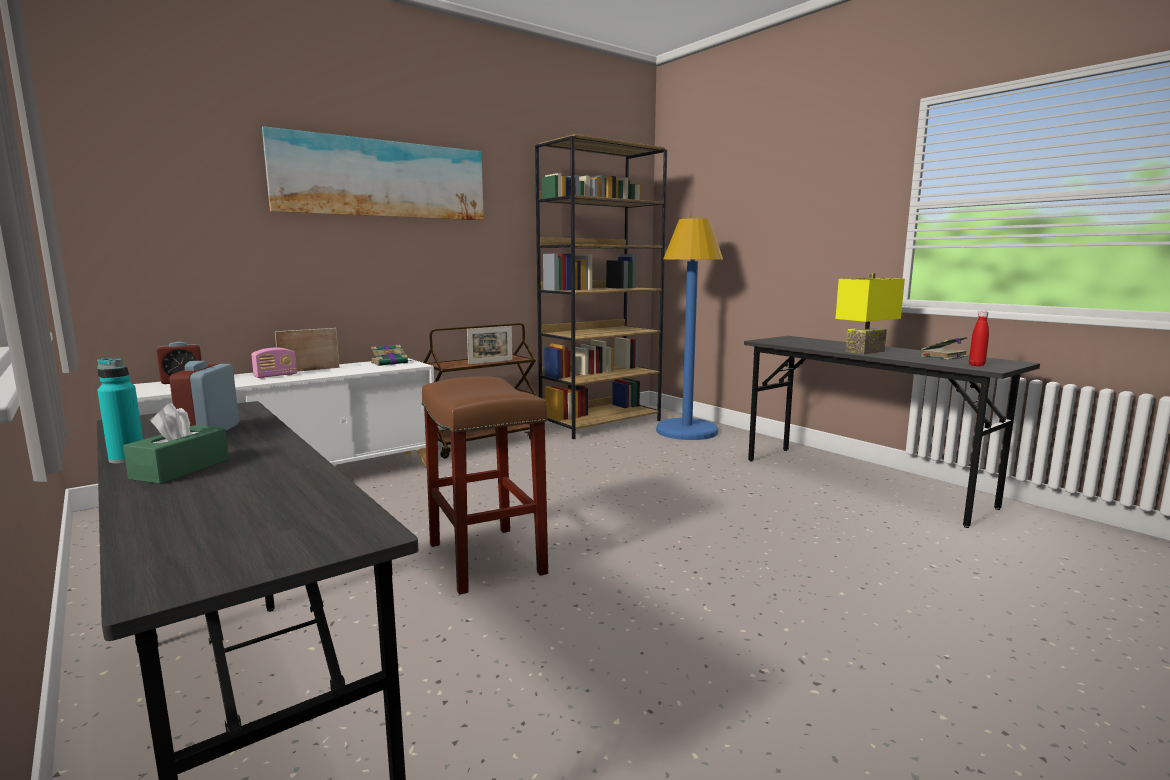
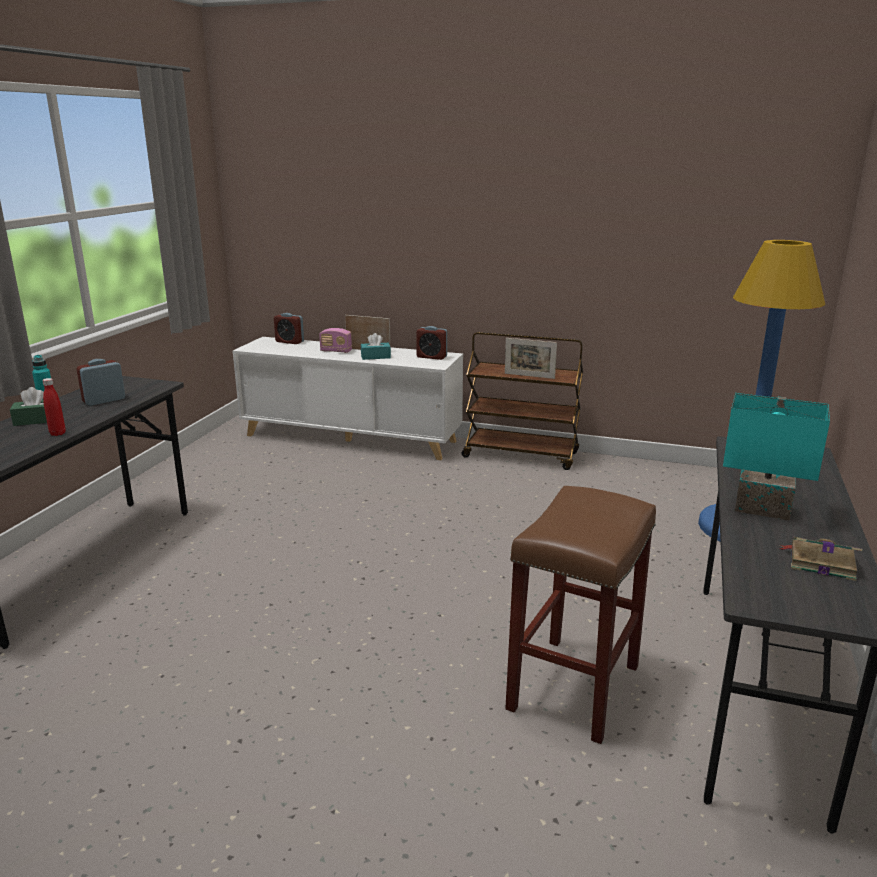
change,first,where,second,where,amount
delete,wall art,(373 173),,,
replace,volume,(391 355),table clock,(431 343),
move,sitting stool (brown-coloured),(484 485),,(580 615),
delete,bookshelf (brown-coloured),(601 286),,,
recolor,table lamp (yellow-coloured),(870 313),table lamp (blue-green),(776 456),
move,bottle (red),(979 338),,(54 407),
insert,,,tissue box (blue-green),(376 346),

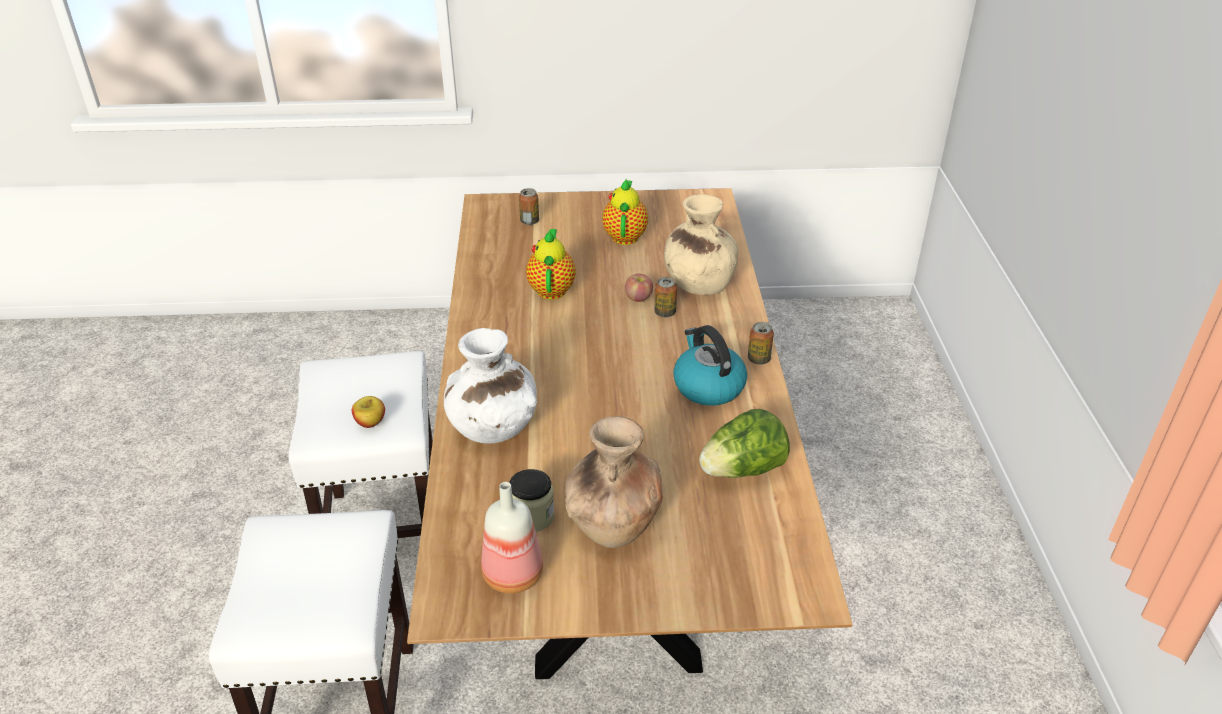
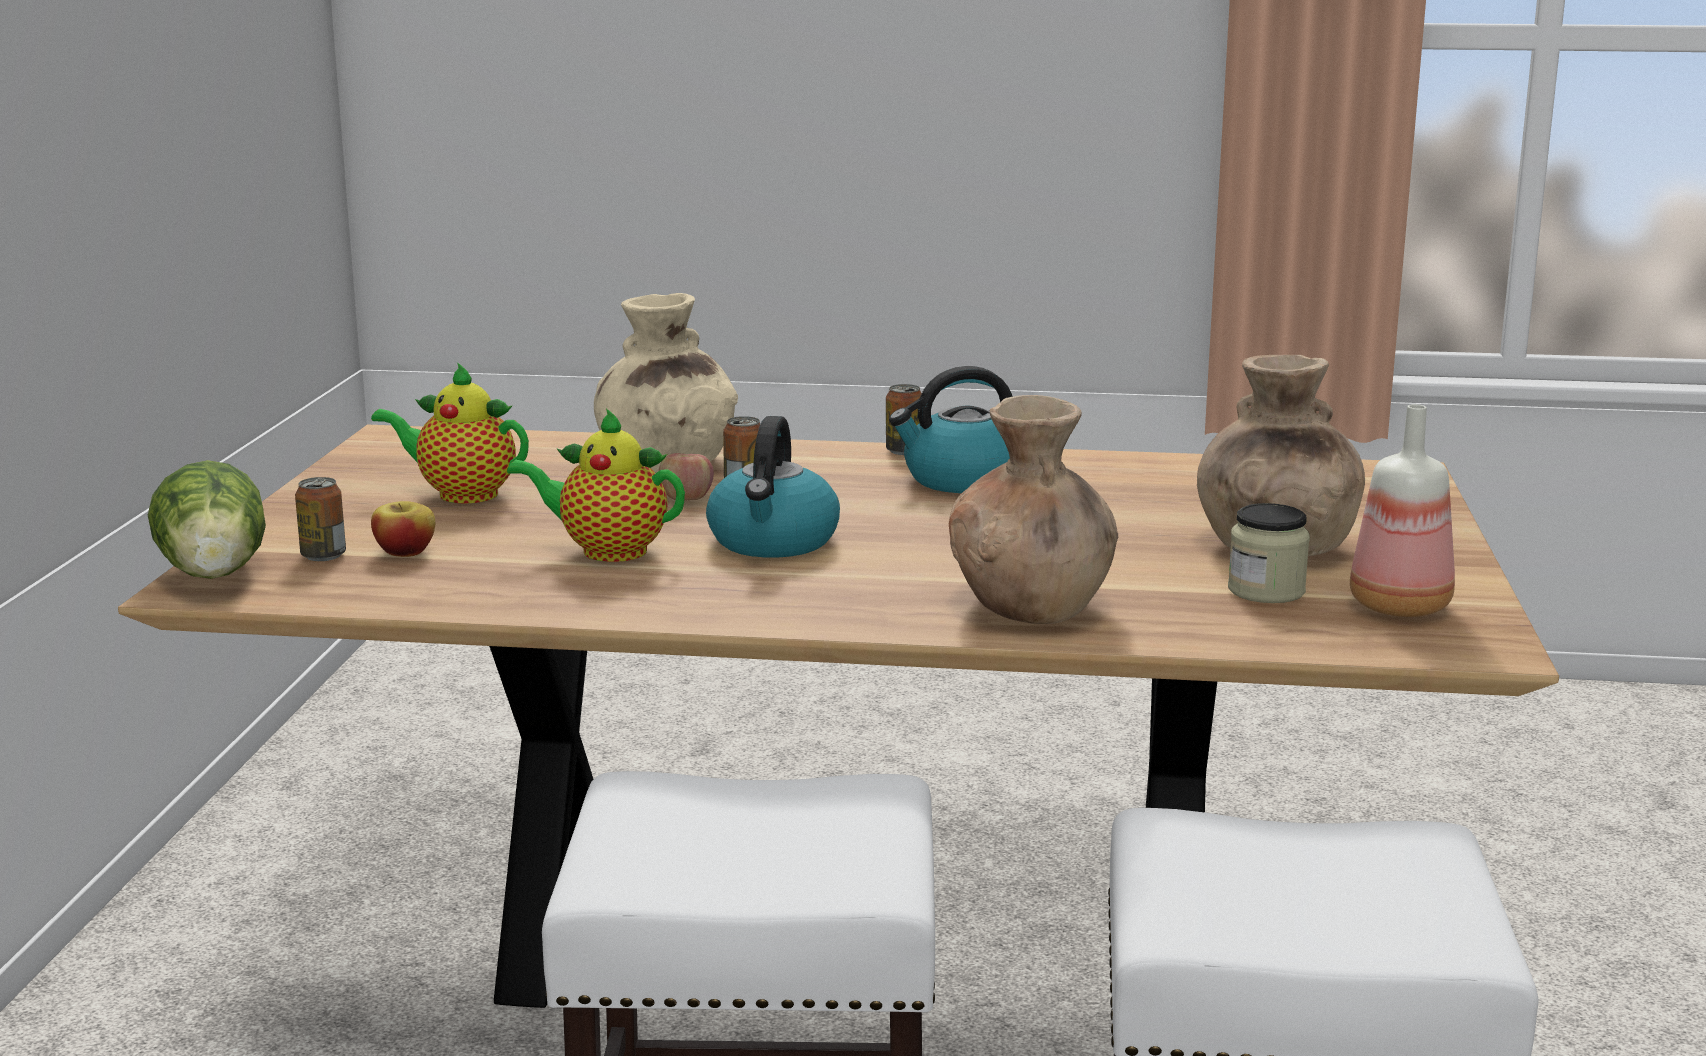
change,first,where,second,where,amount
move,whole apple,(368 412),,(403 529),
recolor,vase (white-coloured),(490 386),vase (brown-coloured),(1033 509),
move,head of lettuce,(744 443),,(207 519),
insert,,,water kettle,(773 487),

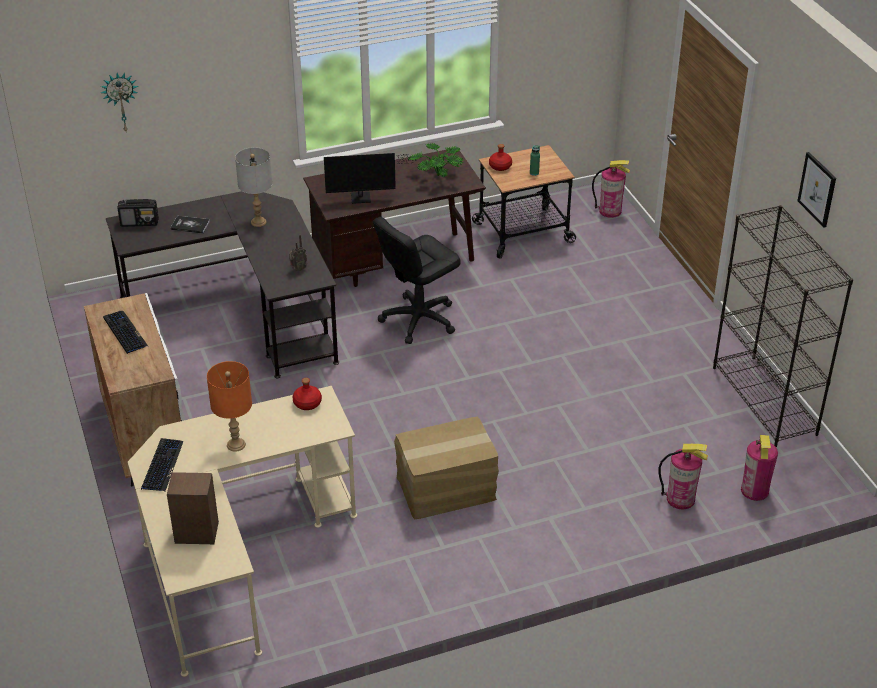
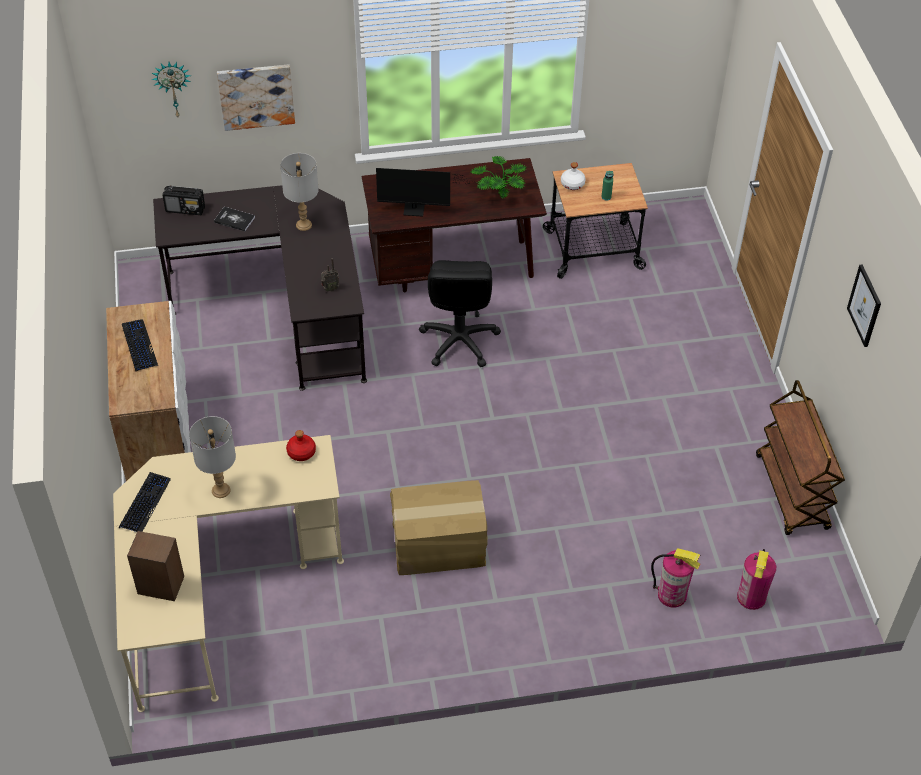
change,first,where,second,where,amount
recolor,table lamp (orangey),(229 406),table lamp (grey),(212 457),
rotate,computer chair (black-coloured),(417 280),,(460 313),60 degrees counterclockwise
recolor,bottle (red),(500 157),bottle (white-coloured),(573 176),
delete,fire-fighting cylinder,(611 189),,,
replace,bookshelf (black-coloured),(783 326),trolley (brown-coloured),(800 457),
insert,,,wall art,(256 98),

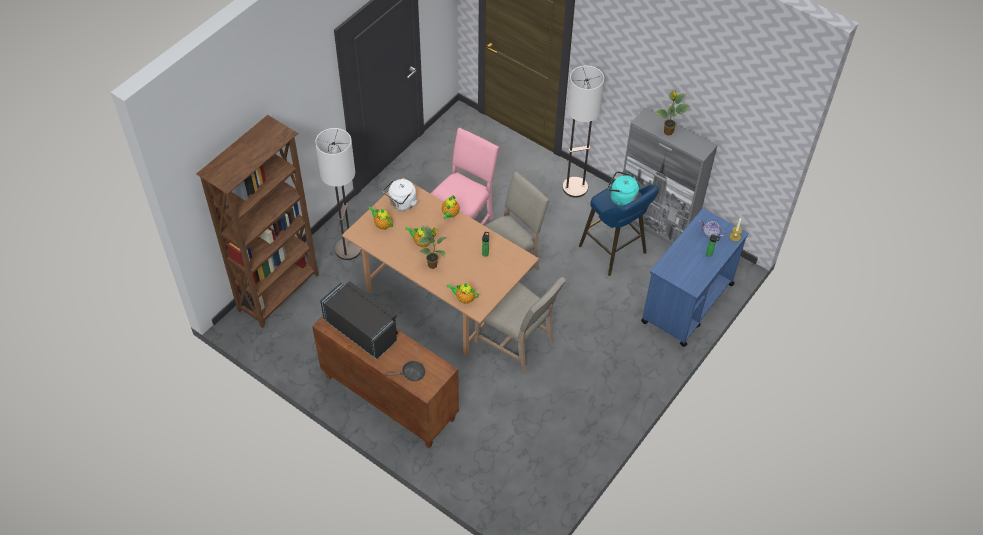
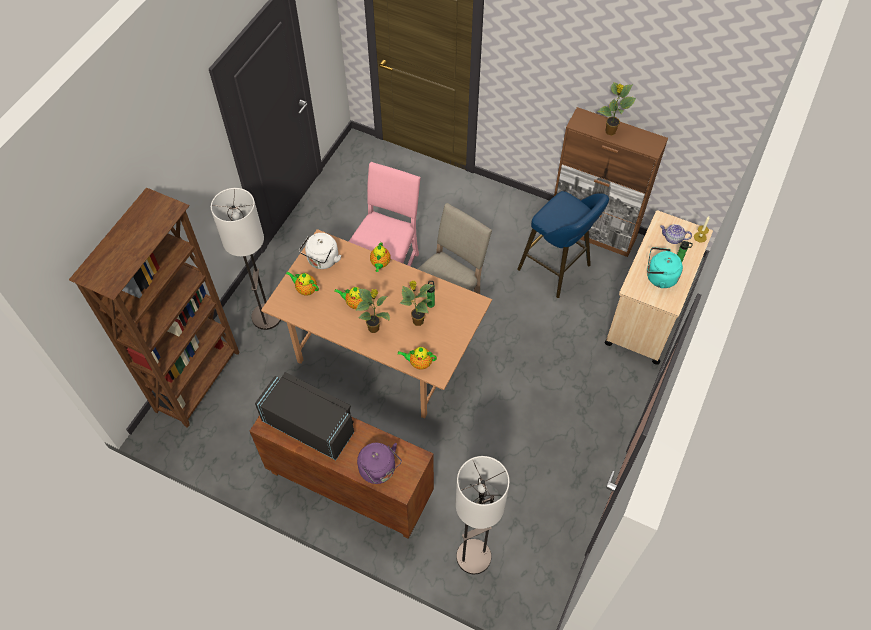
change,first,where,second,where,amount
replace,frying pan (black-coloured),(405 371),water kettle (purplish),(379 463),
delete,chair (beige-coloured),(520 324),,,
move,floor lamp,(583 131),,(483 515),
move,water kettle (blue-green),(623 188),,(665 267),
recolor,cabinet (grey),(670 176),cabinet (brown-coloured),(611 182),
recolor,trolley (bluish),(694 277),trolley (beige-coloured),(659 287),
insert,,,potted plant,(416 303),

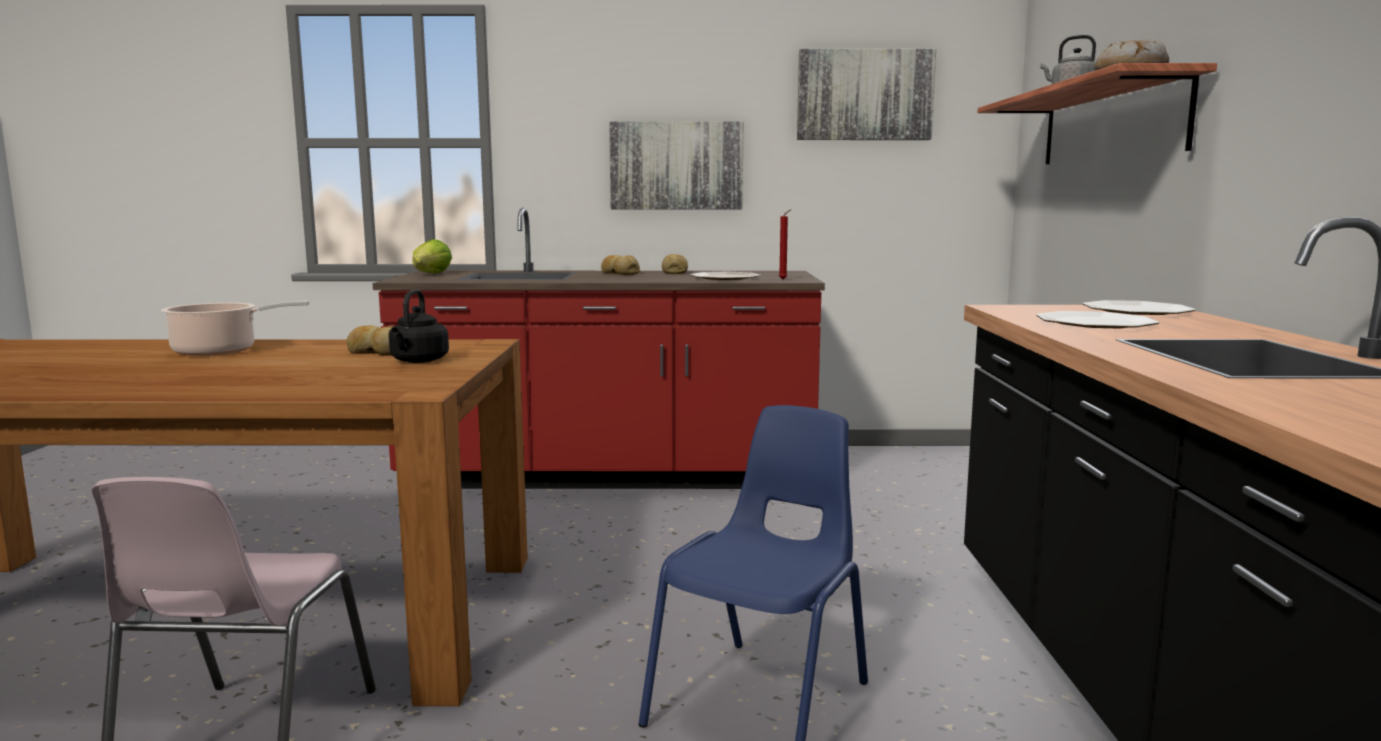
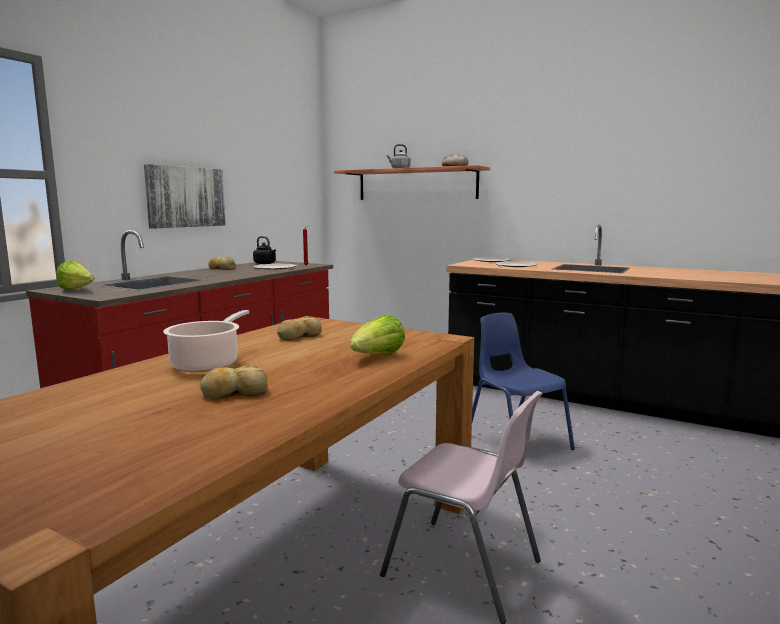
change,first,where,second,where,amount
move,water kettle (black-coloured),(419 326),,(264 250),
move,baked bread,(620 265),,(234 382),
delete,wall art,(866 94),,,
insert,,,head of lettuce,(377 334),

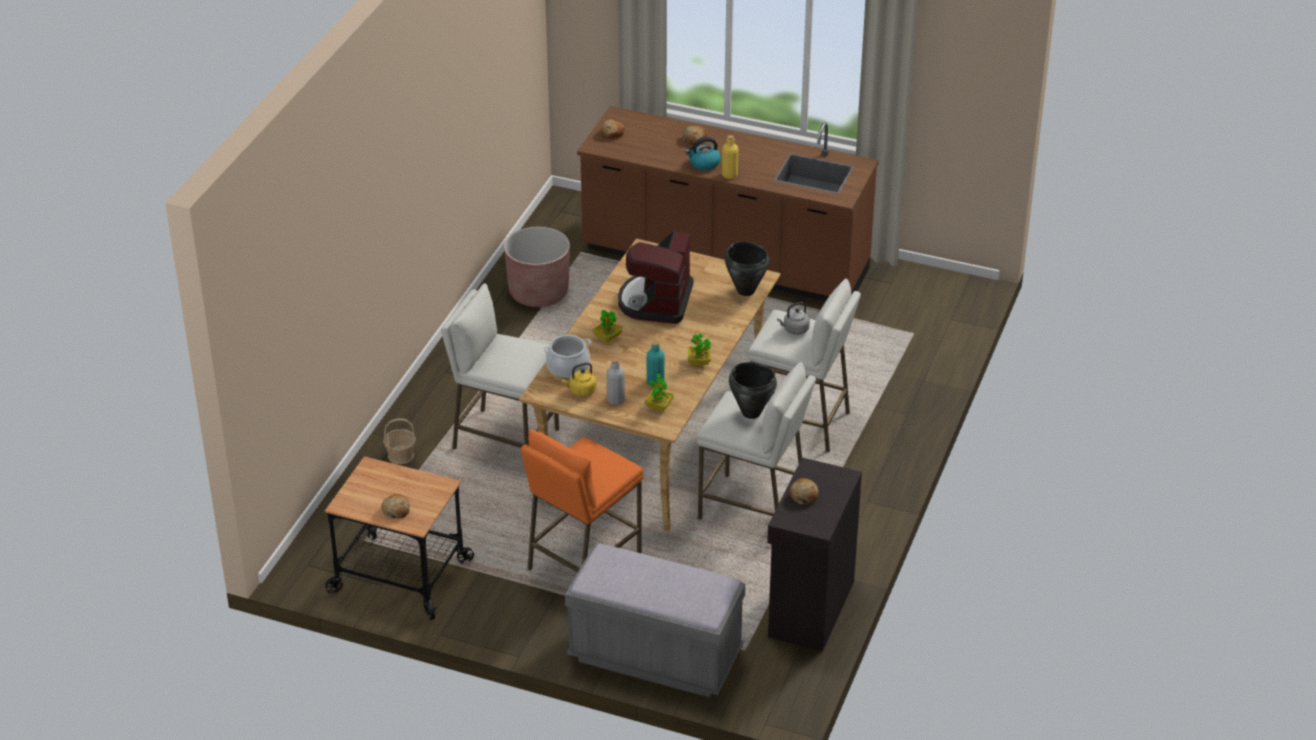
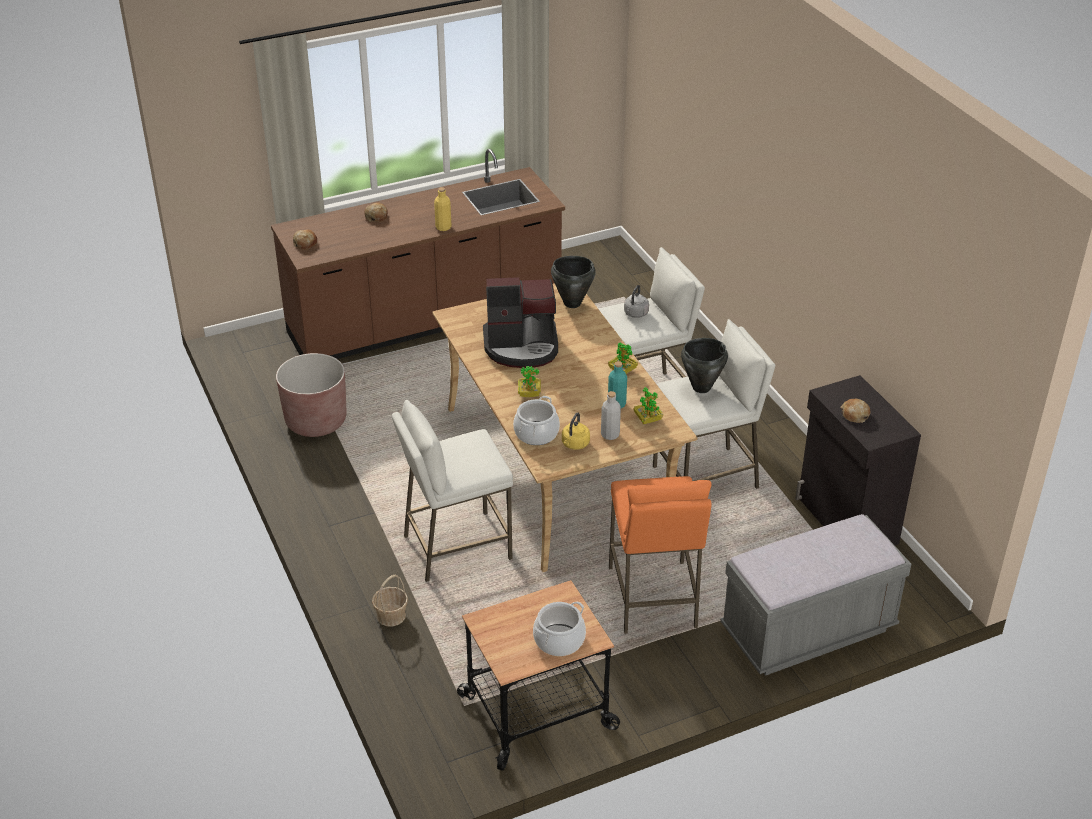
change,first,where,second,where,amount
replace,baked bread,(395 506),saucepot,(559 628),
rotate,coffee brewer,(656 277),,(520 322),60 degrees counterclockwise
delete,water kettle,(703 153),,,

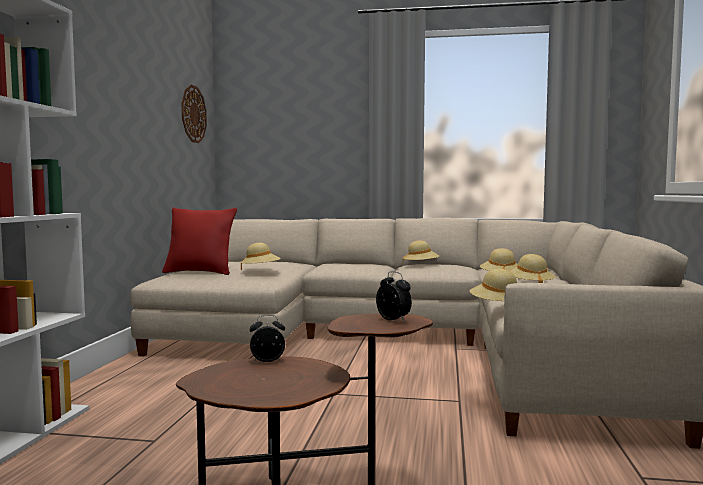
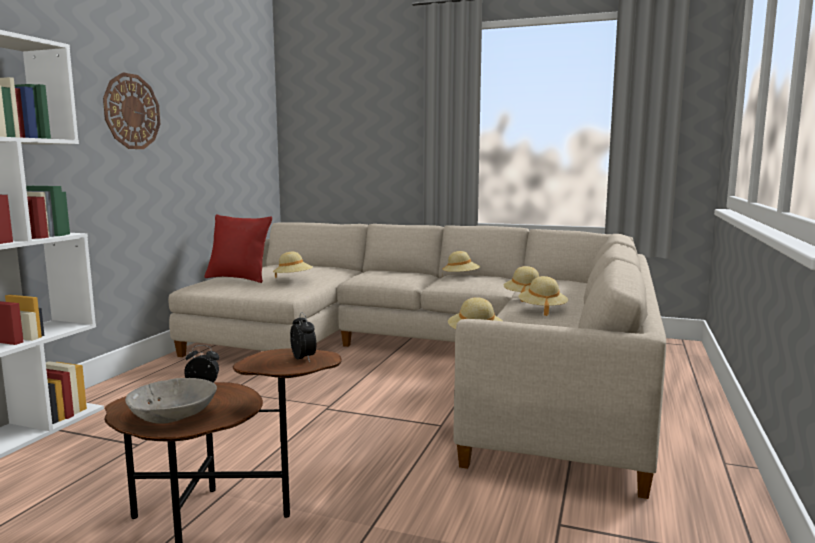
change,first,where,second,where,amount
move,hanging clock,(194 113),,(131 110),
insert,,,deep dish (grey),(171 400),

